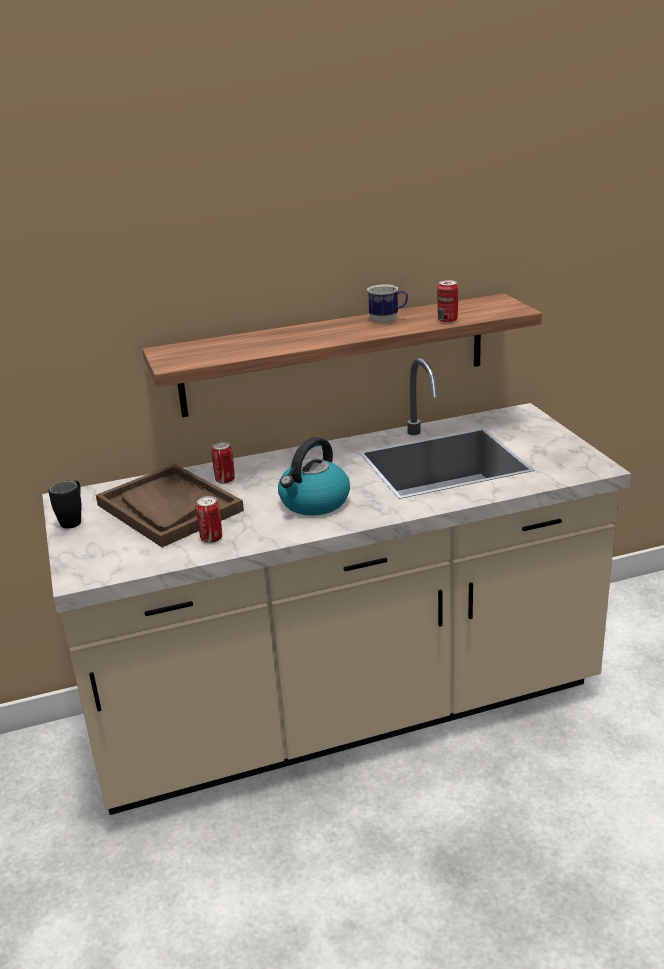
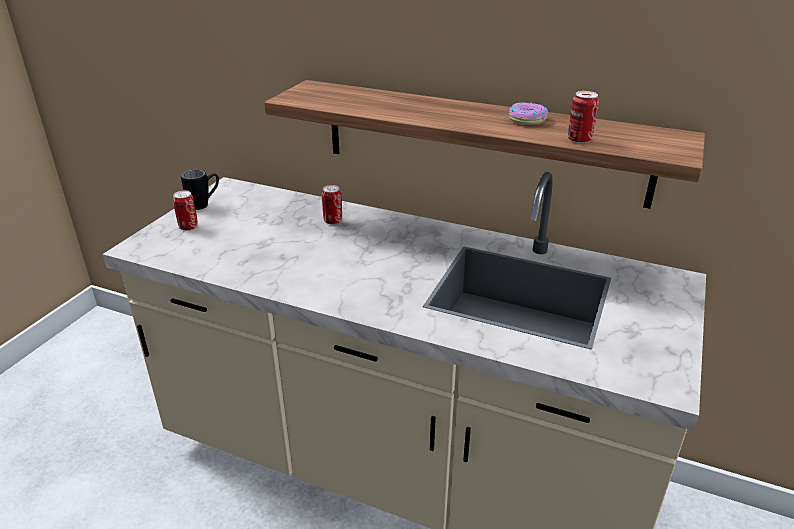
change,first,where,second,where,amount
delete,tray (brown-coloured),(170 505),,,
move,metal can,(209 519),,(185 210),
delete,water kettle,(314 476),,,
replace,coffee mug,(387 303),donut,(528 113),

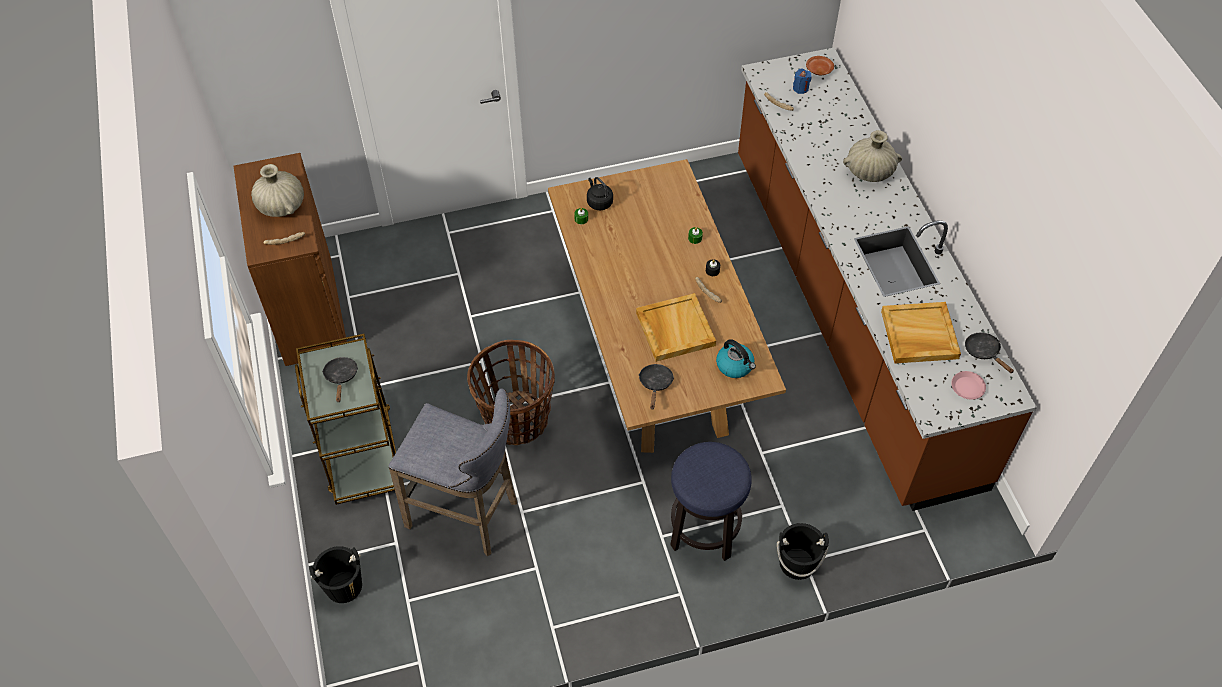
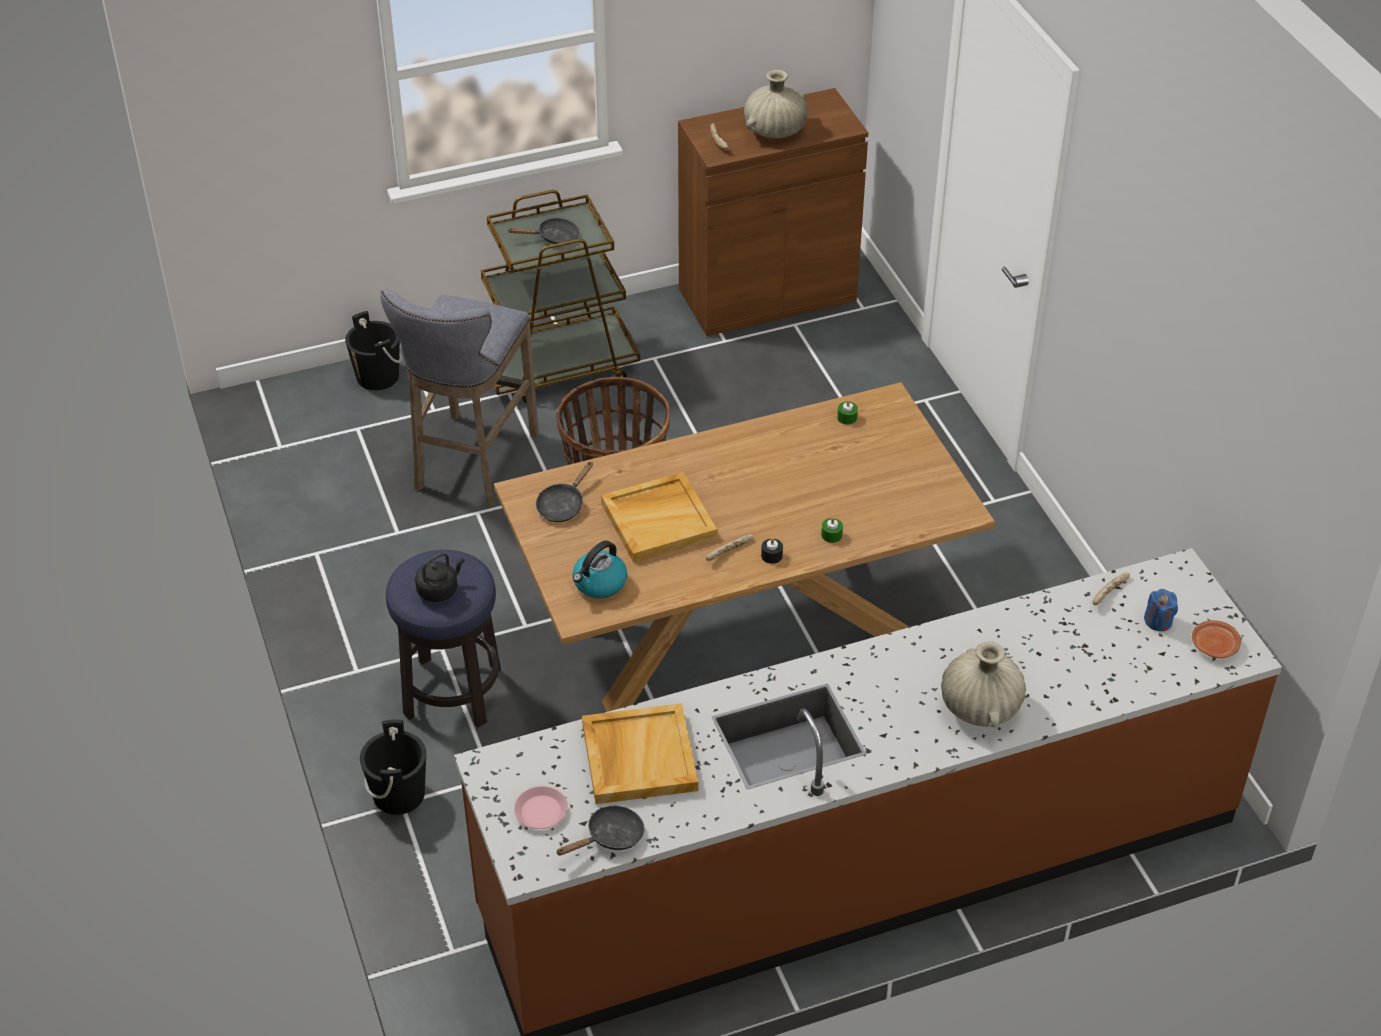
change,first,where,second,where,amount
move,water kettle (black-coloured),(600 193),,(440 577),
rotate,frying pan (black-coloured),(656 386),,(564 491),120 degrees clockwise

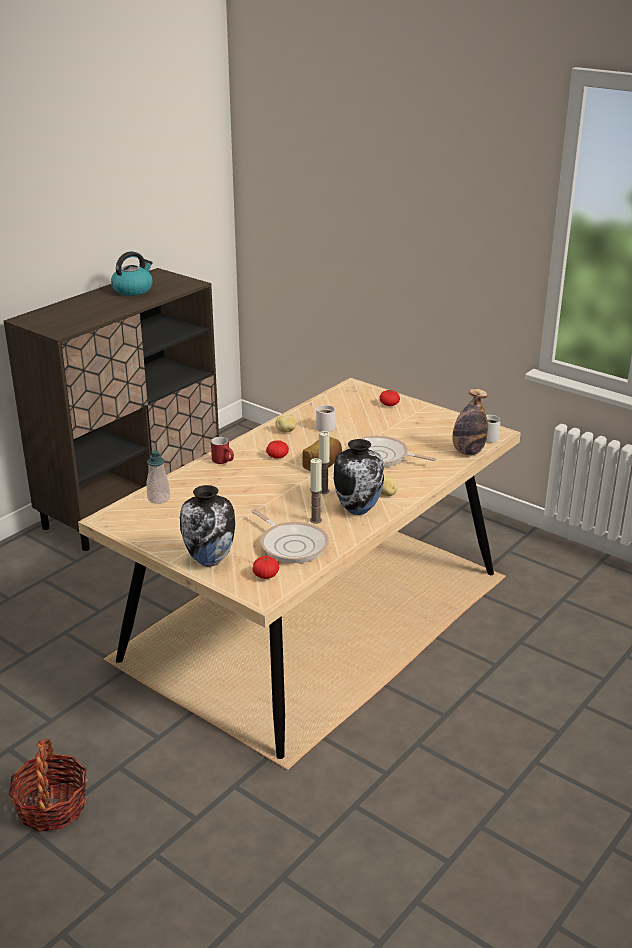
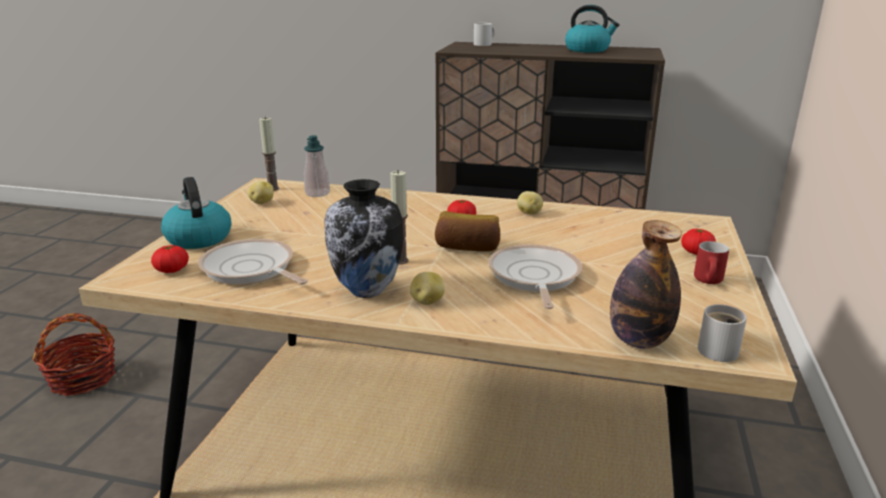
change,first,where,second,where,amount
replace,vase,(207 526),water kettle,(196 213),
move,coffee mug (red),(222 450),,(711 262),
rotate,frying pan,(290 536),,(253 261),105 degrees clockwise
move,candle,(316 491),,(269 153),
move,coffee mug (white-coloured),(325 418),,(484 34),
insert,,,spud,(261 192),

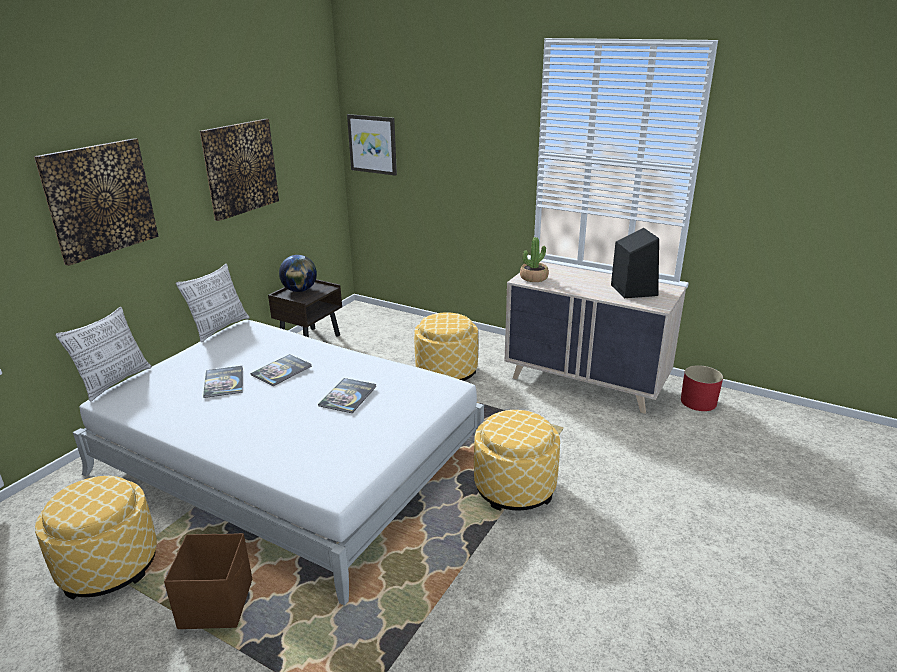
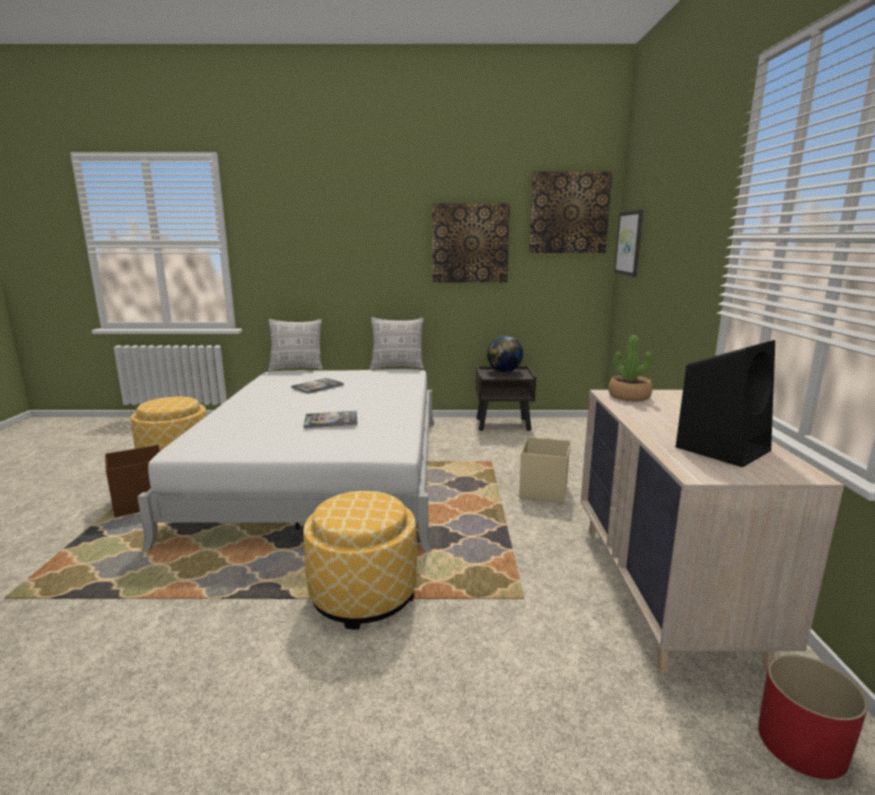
change,first,where,second,where,amount
move,wall art,(96 202),,(570 212),
delete,volume,(281 370),,,
replace,ottoman,(446 346),storage bin (beige-coloured),(544 470),

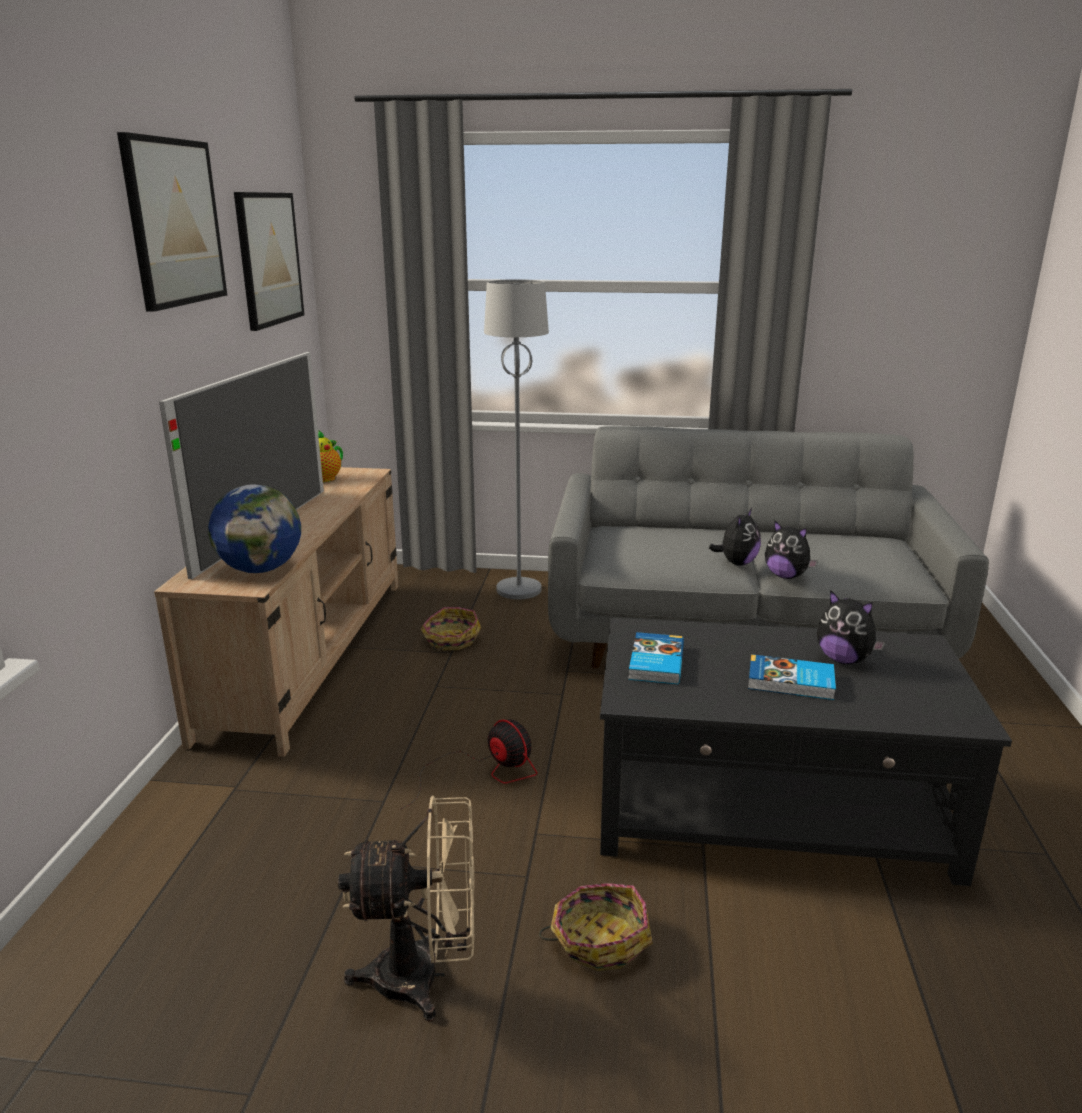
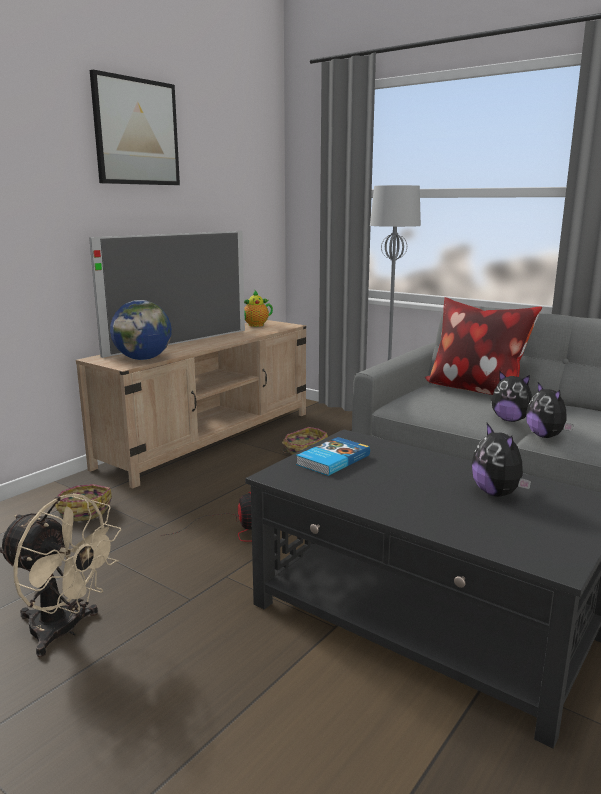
change,first,where,second,where,amount
delete,wall art,(269 261),,,
move,basket,(596 927),,(83 502),
rotate,plush toy,(735 537),,(512 396),60 degrees clockwise
delete,volume,(792 677),,,
insert,,,pillow,(483 346),

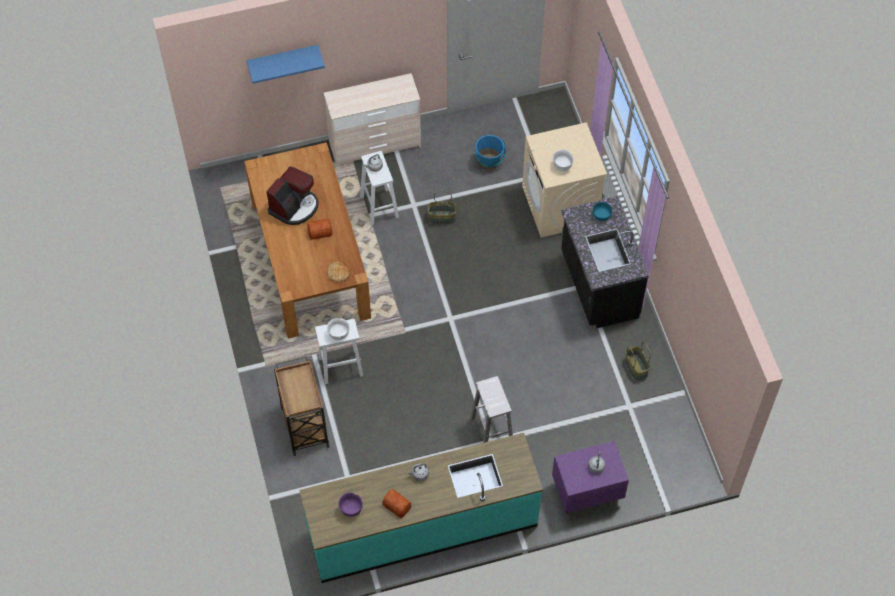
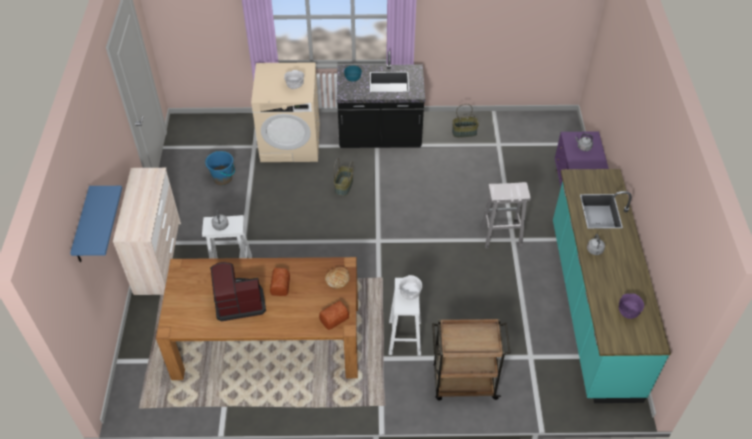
change,first,where,second,where,amount
rotate,coffee brewer,(292 195),,(238 291),60 degrees counterclockwise
move,baked bread,(396 503),,(334 315),
move,basket,(442 207),,(343 177),

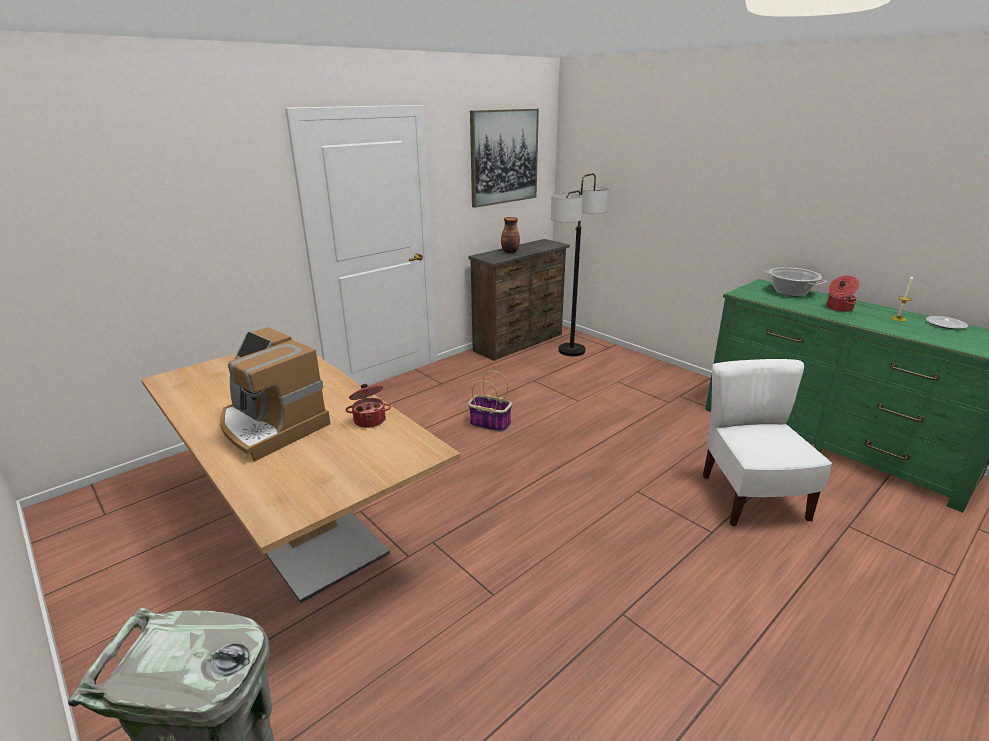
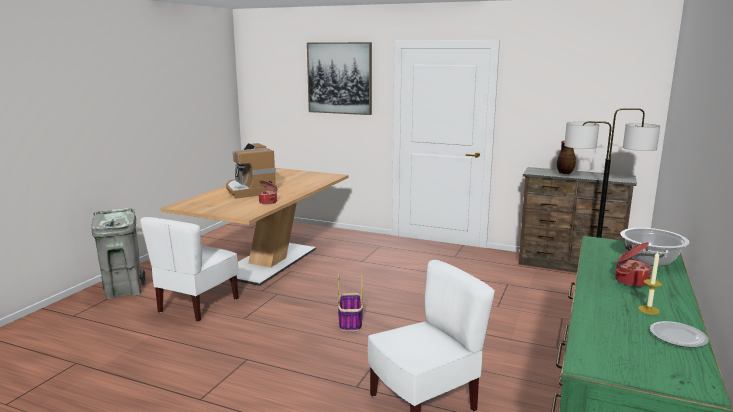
change,first,where,second,where,amount
rotate,coffee brewer,(275 394),,(251 171),45 degrees counterclockwise
move,basket,(490 401),,(350 302),
move,wall art,(504 158),,(339 78),
insert,,,chair (white-coloured),(189 269),

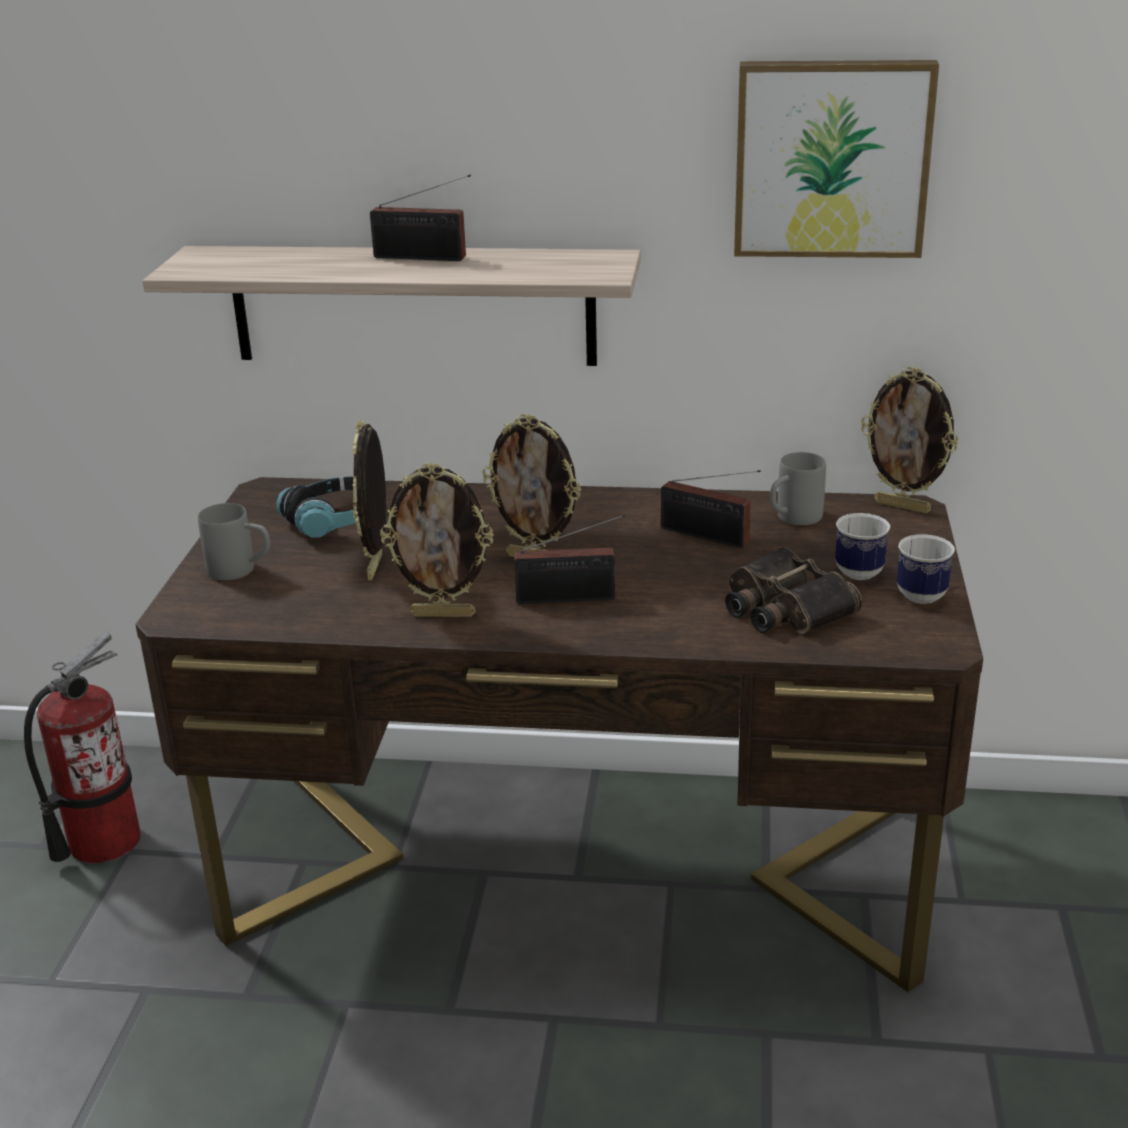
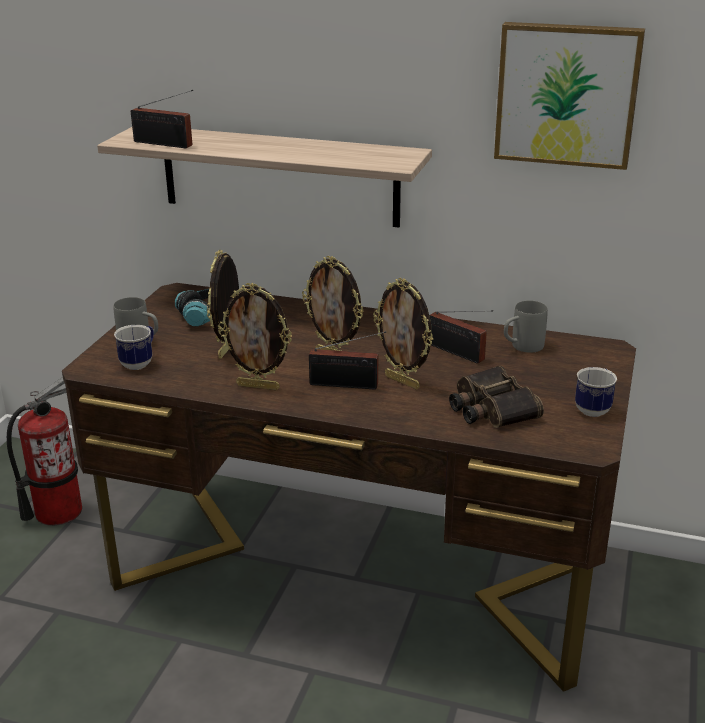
change,first,where,second,where,amount
move,radio receiver,(420 217),,(162 119),
move,coffee mug,(862 546),,(134 347),
move,standing frame,(910 440),,(403 333),

